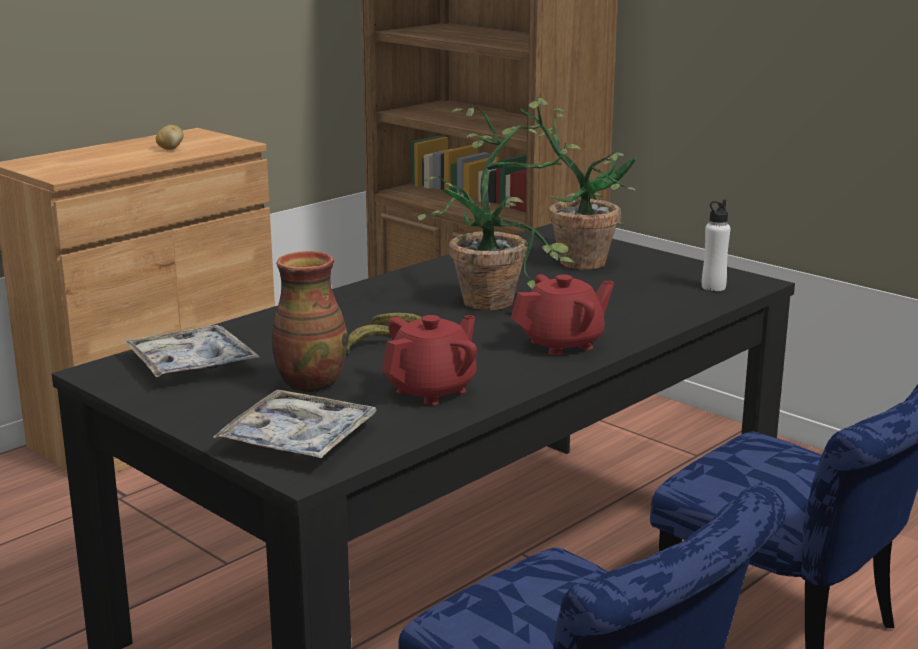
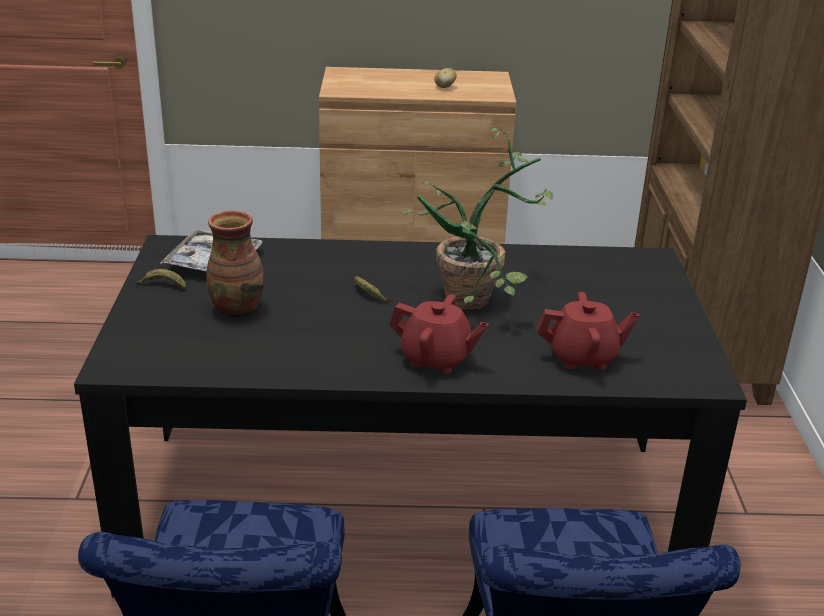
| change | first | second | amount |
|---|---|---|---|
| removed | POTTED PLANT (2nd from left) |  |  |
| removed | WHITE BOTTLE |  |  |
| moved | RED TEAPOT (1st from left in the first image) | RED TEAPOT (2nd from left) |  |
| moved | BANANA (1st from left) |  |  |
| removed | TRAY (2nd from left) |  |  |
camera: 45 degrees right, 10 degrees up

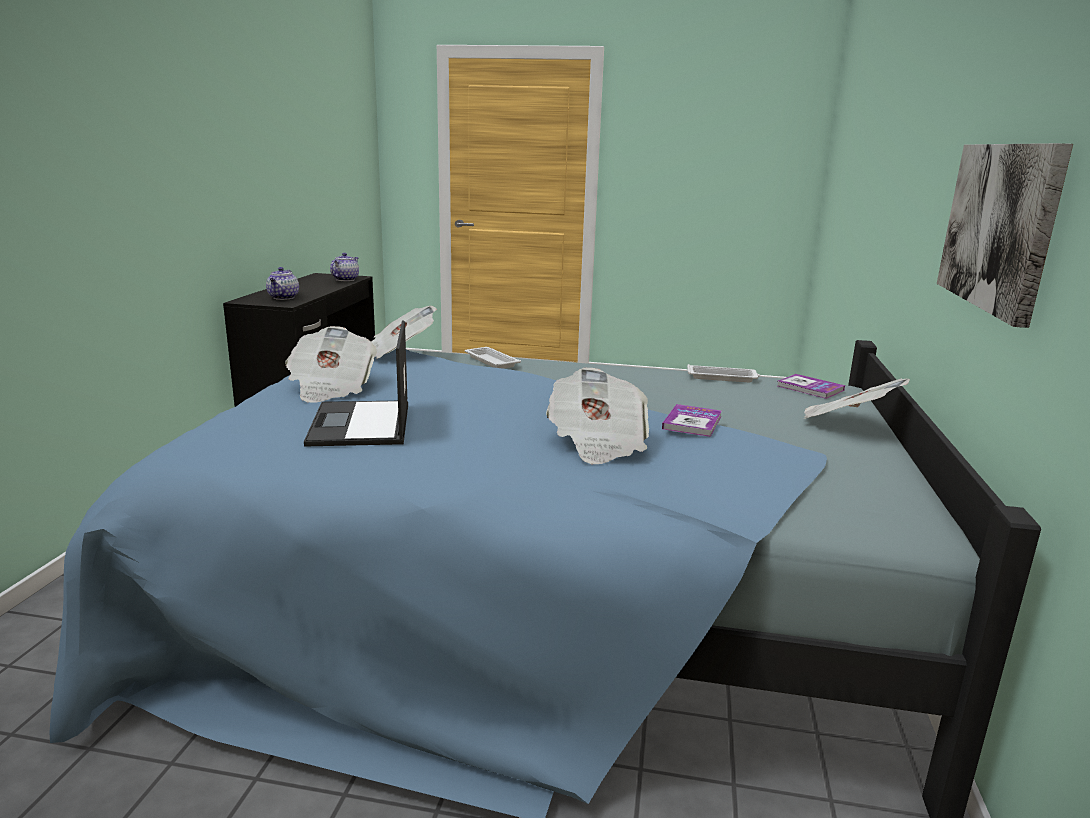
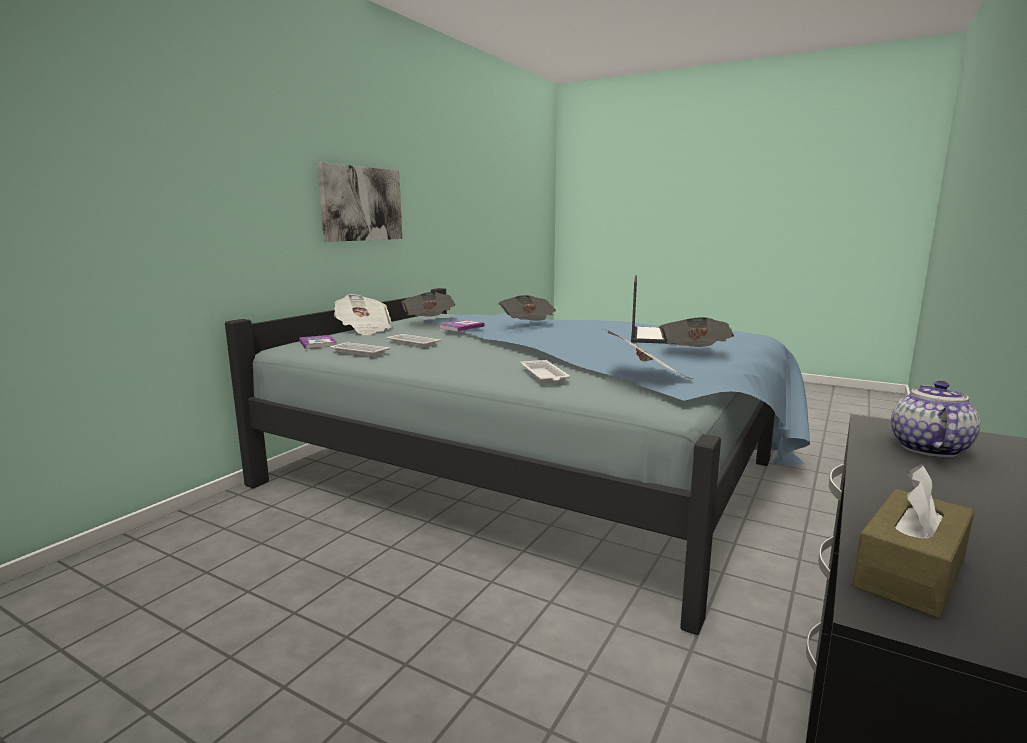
| change | first | second | amount |
|---|---|---|---|
| replaced | TEAPOT (2nd from left) | BROWN TISSUE BOX |  |
| added |  | NEWSPAPER (2nd from left) |  |
| added |  | WHITE TRAY (2nd from left) |  |
camera: 160 degrees left, 5 degrees down

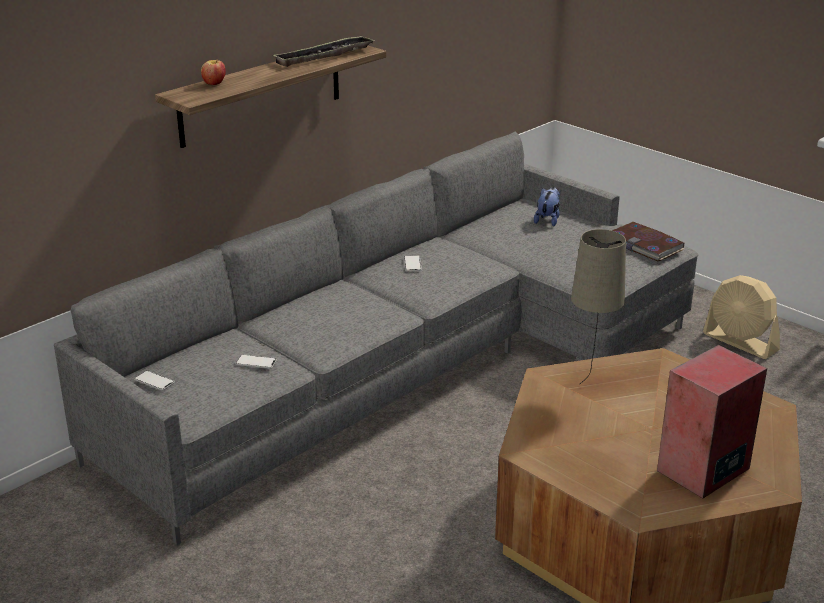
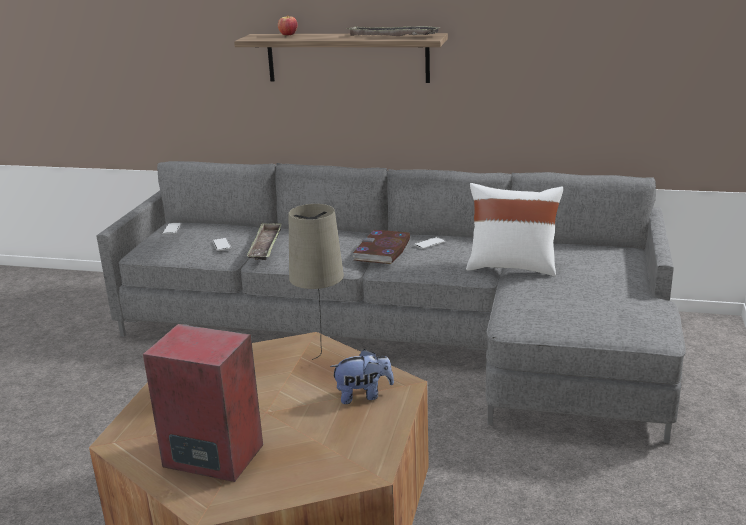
| change | first | second | amount |
|---|---|---|---|
| moved | PLUSH TOY |  |  |
| moved | BOOK |  |  |
| removed | BEIGE FAN |  |  |
| added |  | WHITE PILLOW |  |
| added |  | TRAY (1st from left) |  |
camera: 60 degrees right, 5 degrees down

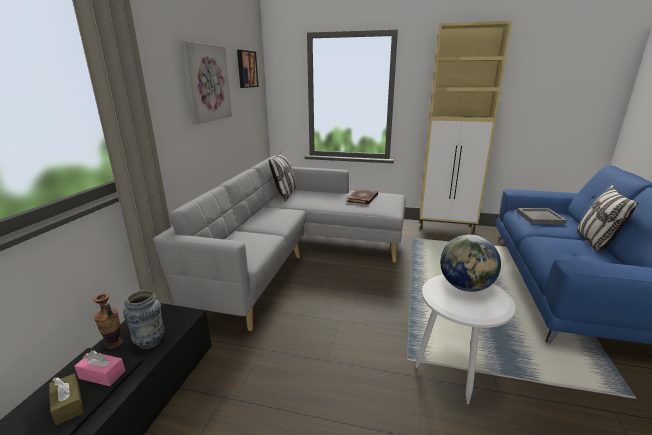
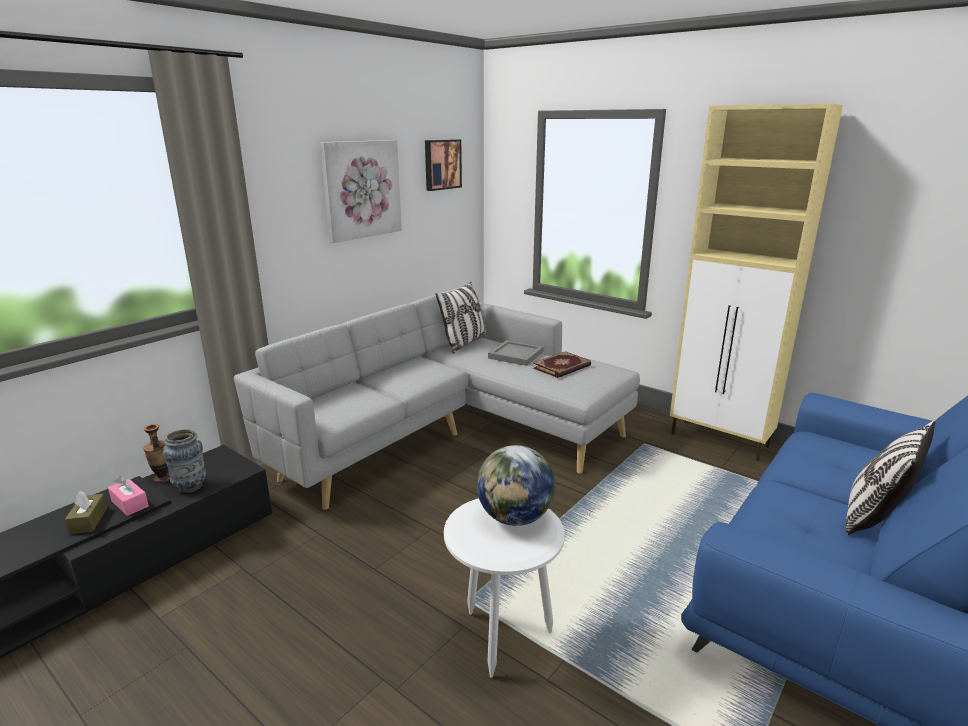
| change | first | second | amount |
|---|---|---|---|
| moved | GREY TRAY |  |  |
camera: 25 degrees right, 0 degrees up

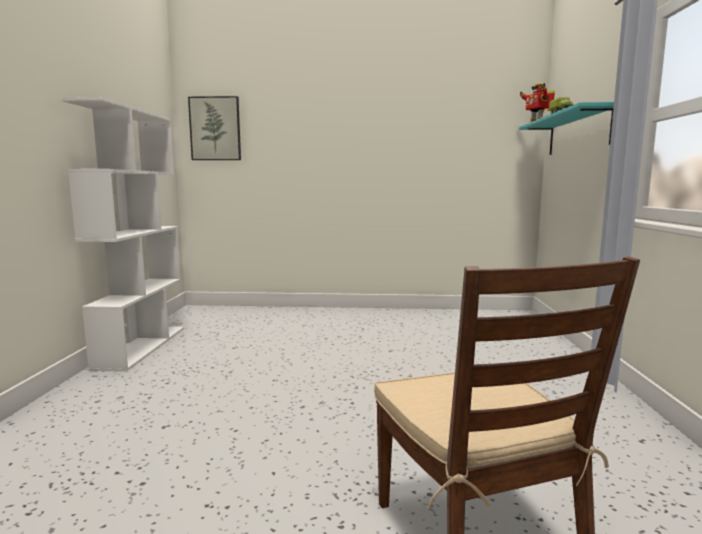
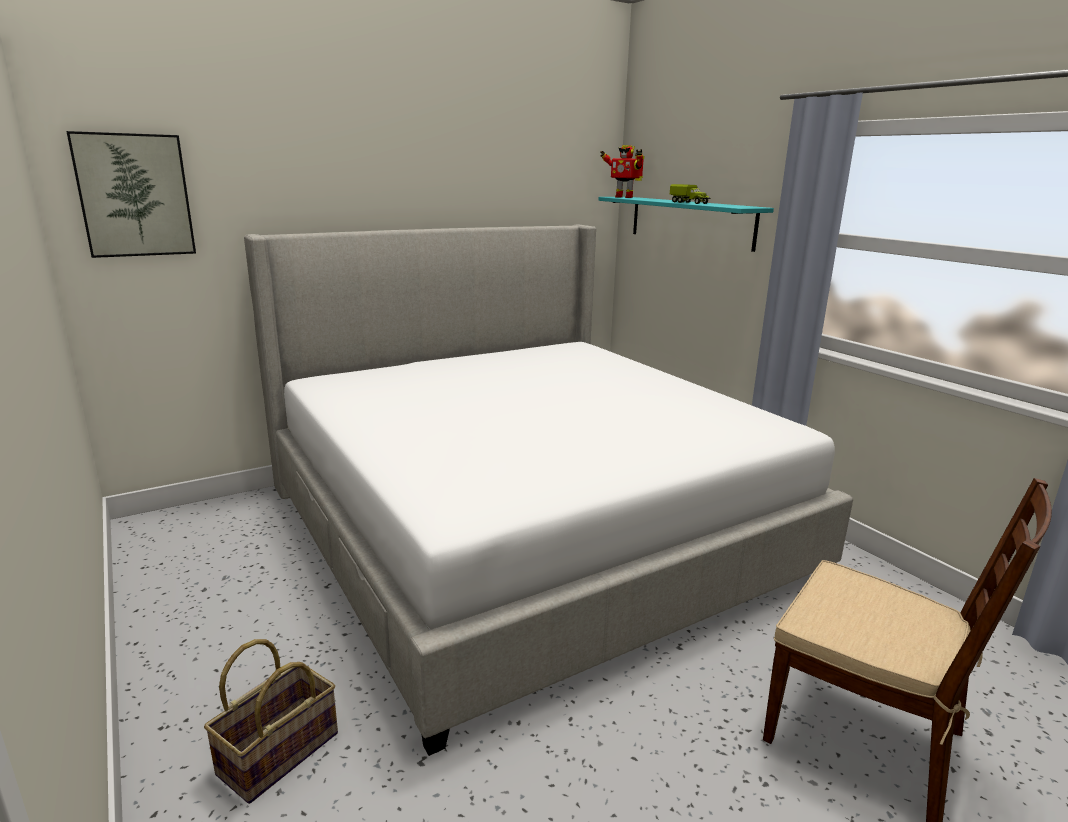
| change | first | second | amount |
|---|---|---|---|
| removed | WHITE BOOKCASE |  |  |
| added |  | BED |  |
| added |  | BASKET |  |
camera: 35 degrees left, 10 degrees up

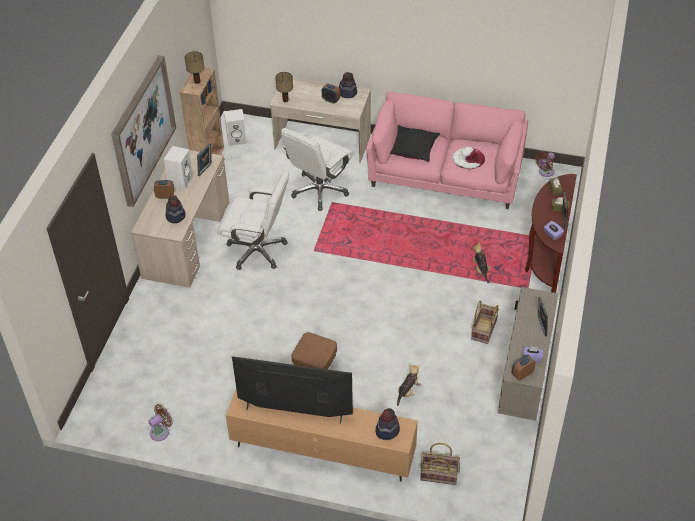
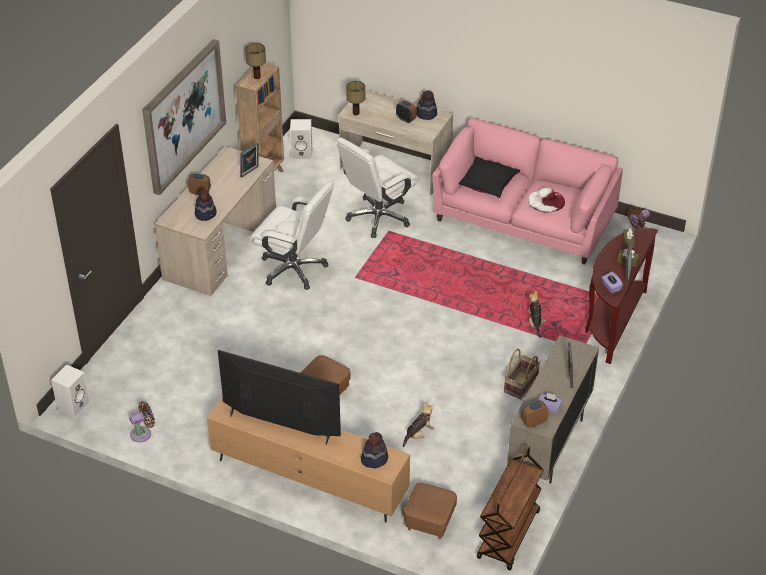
| change | first | second | amount |
|---|---|---|---|
| moved | WHITE SPEAKER (1st from left) |  |  |
| replaced | BASKET (1st from left) | BROWN OTTOMAN (2nd from left) |  |
| added |  | BROWN CART |  |
camera: 10 degrees right, 5 degrees down

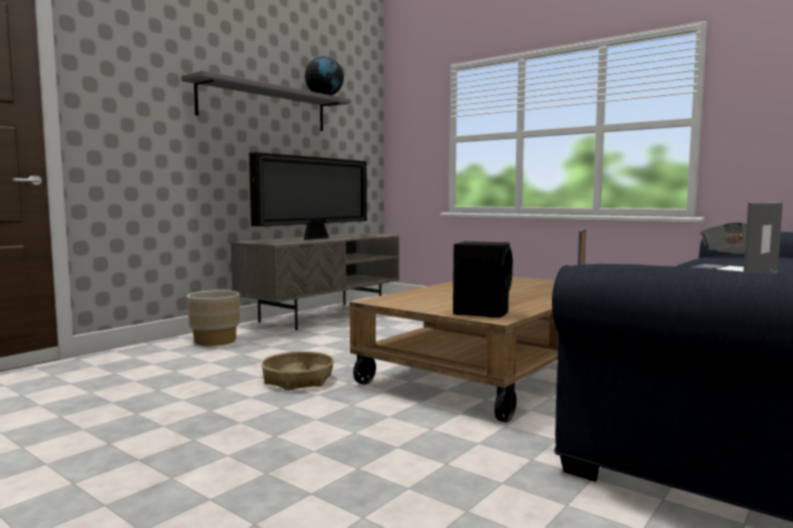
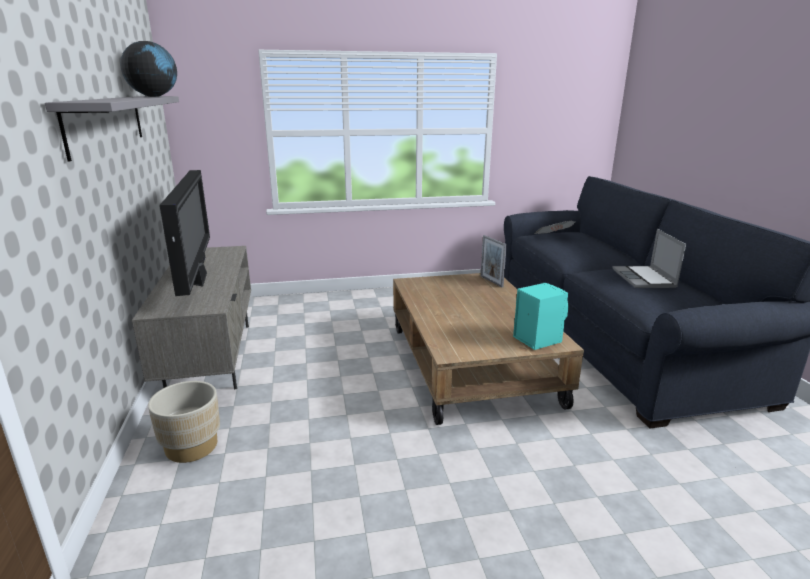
| change | first | second | amount |
|---|---|---|---|
| recoloured | BLACK SPEAKER | TURQUOISE SPEAKER |  |
| removed | BASKET |  |  |
camera: 50 degrees left, 15 degrees up

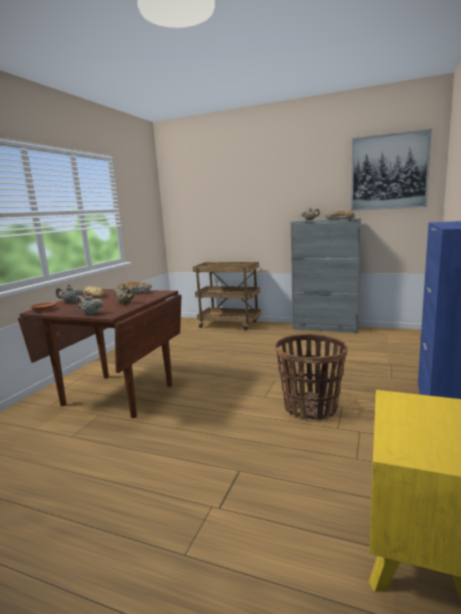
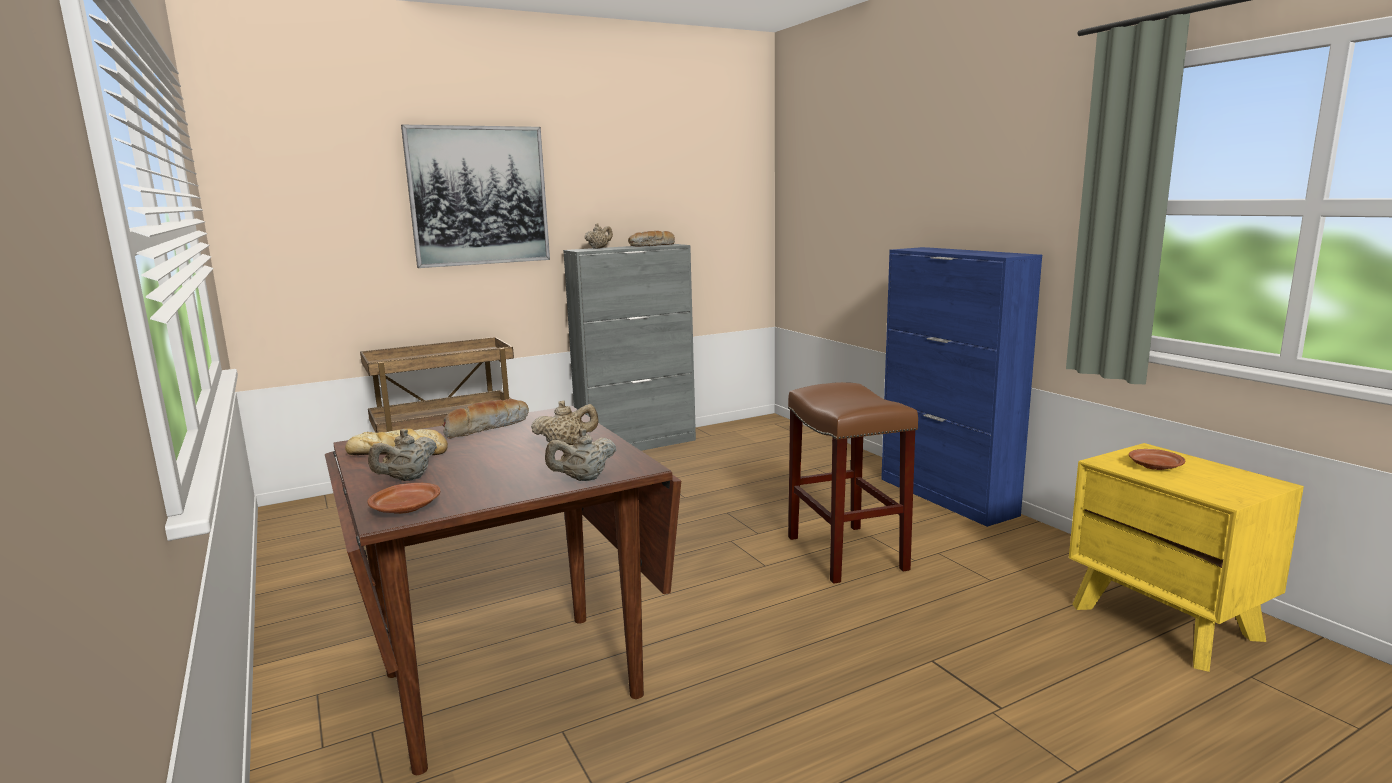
| change | first | second | amount |
|---|---|---|---|
| moved | PICTURE |  |  |
| replaced | BASKET | BROWN STOOL |  |
| added |  | BROWN PLATE (2nd from left) |  |
camera: 50 degrees left, 0 degrees up

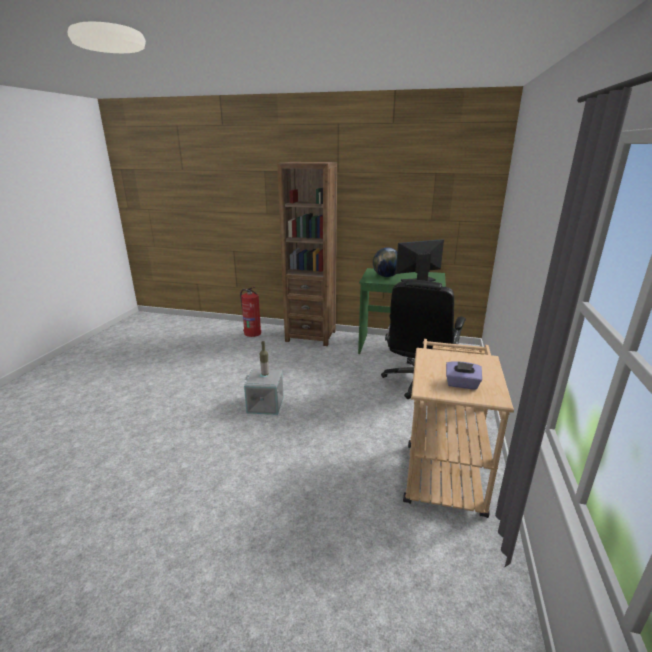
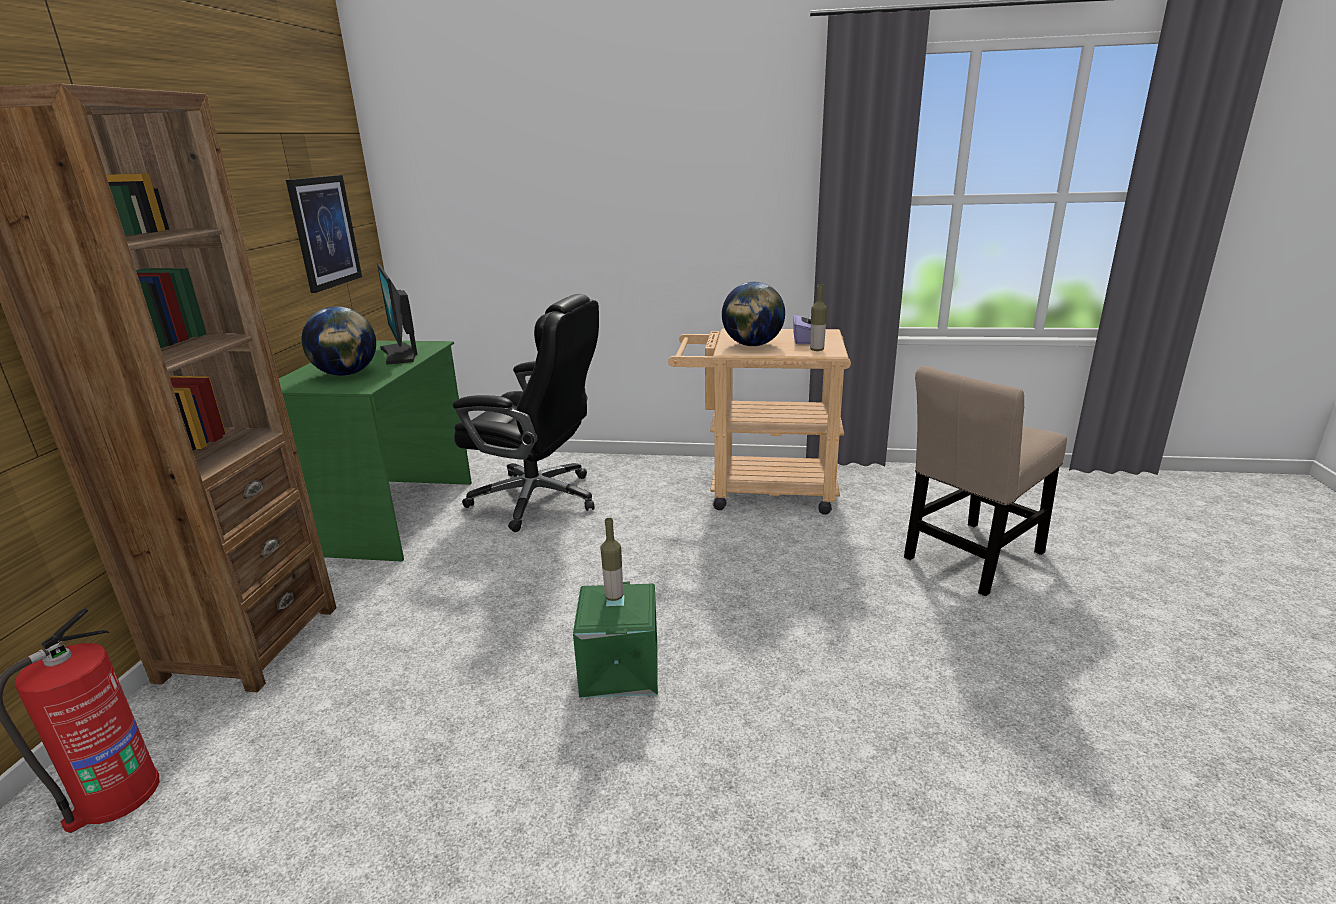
| change | first | second | amount |
|---|---|---|---|
| recoloured | GREY STORAGE BOX | GREEN STORAGE BOX |  |
| added |  | PICTURE |  |
| added |  | GLOBE (2nd from left) |  |
| added |  | BOTTLE (2nd from left) |  |
| added |  | BEIGE CHAIR |  |
camera: 95 degrees left, 0 degrees up

